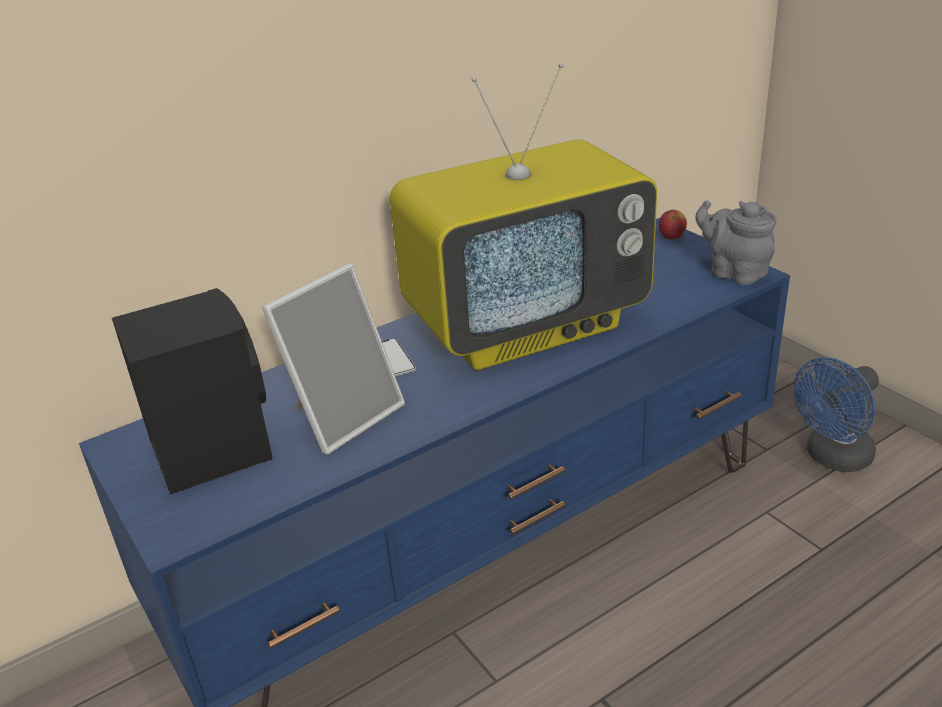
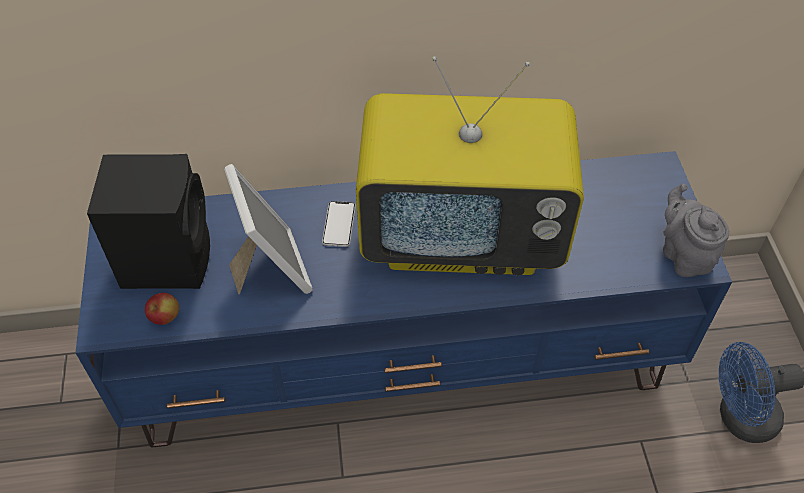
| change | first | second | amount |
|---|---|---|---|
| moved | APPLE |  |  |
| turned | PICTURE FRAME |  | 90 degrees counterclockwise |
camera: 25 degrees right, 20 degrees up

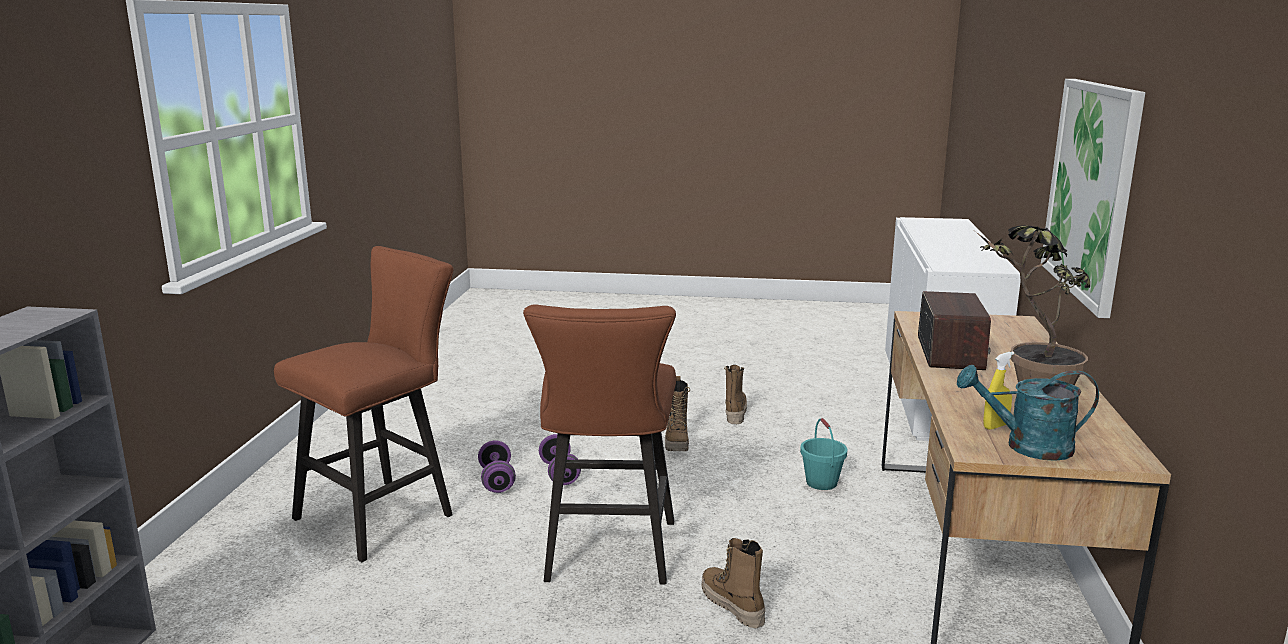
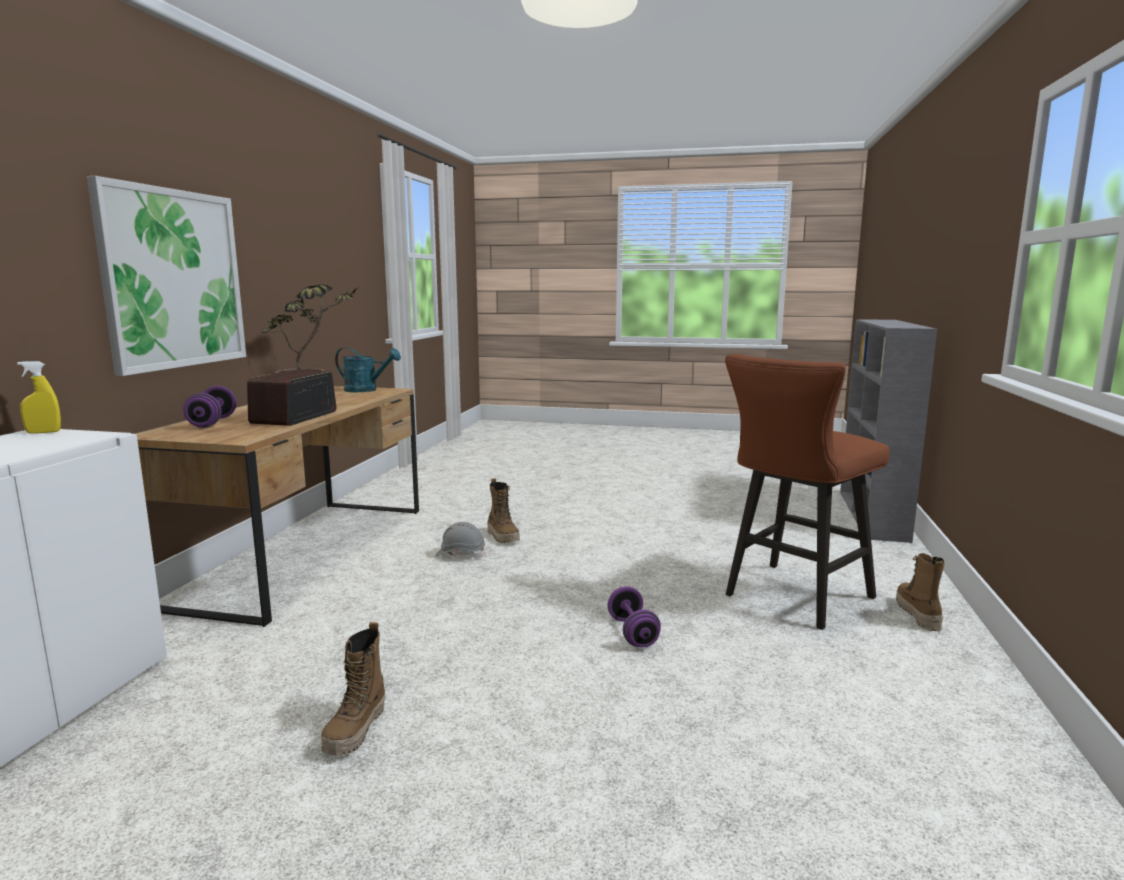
| change | first | second | amount |
|---|---|---|---|
| removed | BROWN STOOL (2nd from left) |  |  |
| moved | YELLOW SPRAY BOTTLE |  |  |
| moved | BOOT (1st from left in the first image) | BOOT (3rd from left) |  |
| removed | TURQUOISE BUCKET |  |  |
| moved | PURPLE DUMBBELL (1st from left) |  |  |
| added |  | GREY HARD HAT |  |
camera: 175 degrees left, 5 degrees down

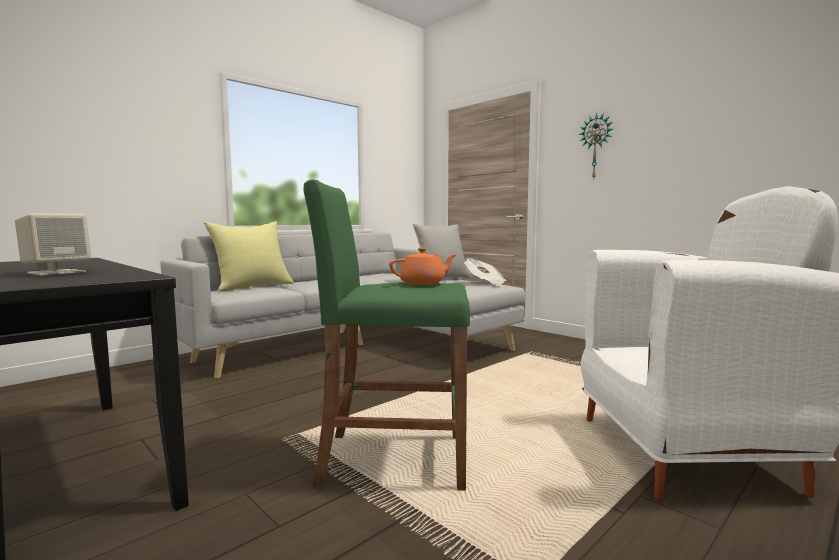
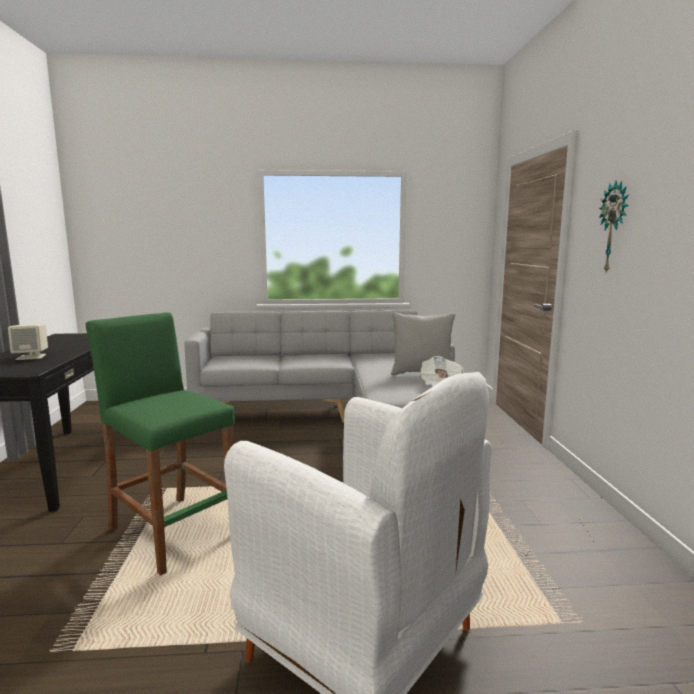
| change | first | second | amount |
|---|---|---|---|
| removed | YELLOW PILLOW |  |  |
| removed | ORANGE TEAPOT |  |  |
camera: 40 degrees right, 5 degrees up

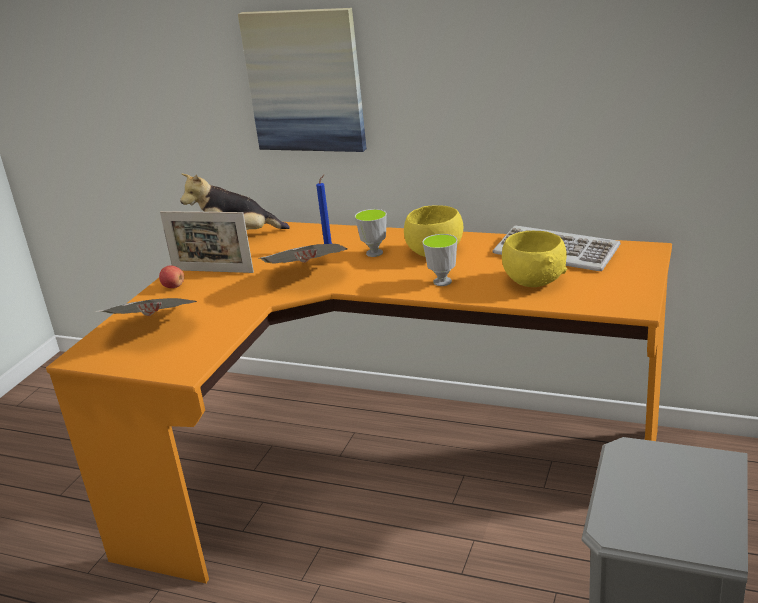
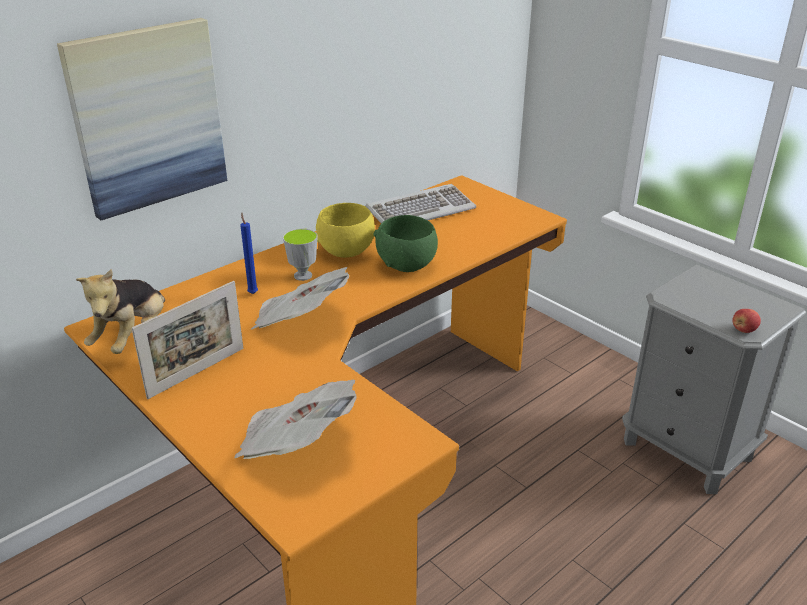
| change | first | second | amount |
|---|---|---|---|
| removed | YELLOW BOWL (2nd from left) |  |  |
| replaced | CUP (2nd from left) | GREEN BOWL |  |
| moved | APPLE |  |  |
camera: 65 degrees left, 5 degrees up

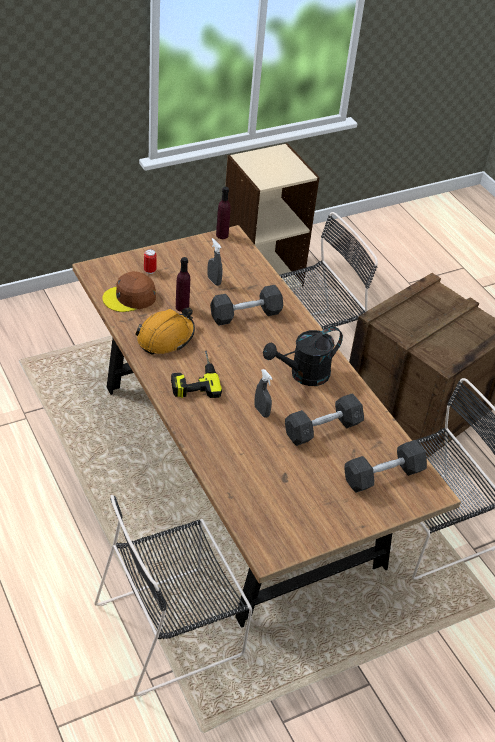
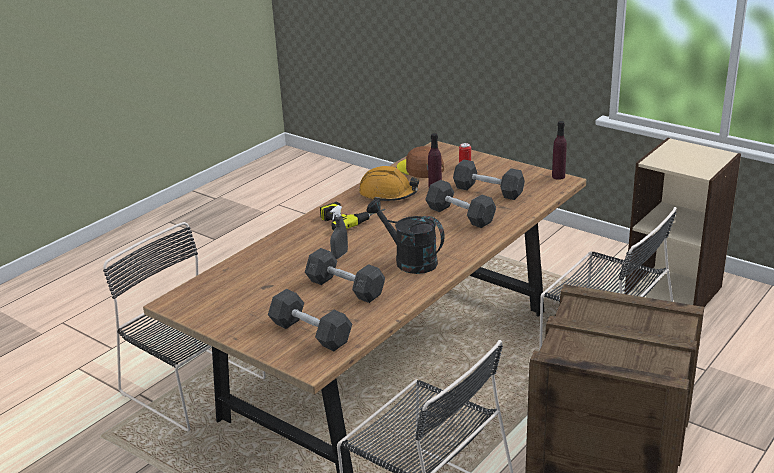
| change | first | second | amount |
|---|---|---|---|
| replaced | GREY SPRAY BOTTLE (1st from left) | GREY DUMBBELL (4th from left) |  |
camera: 70 degrees right, 15 degrees down

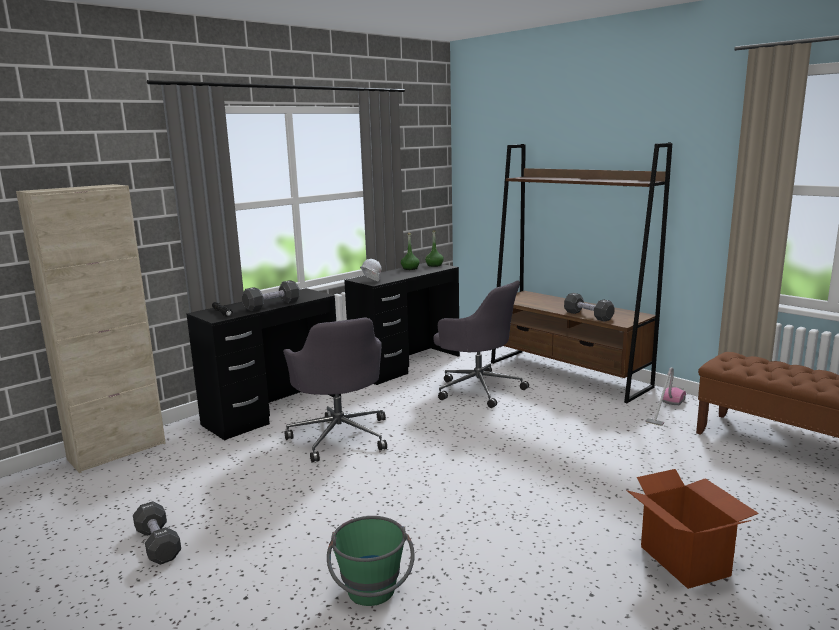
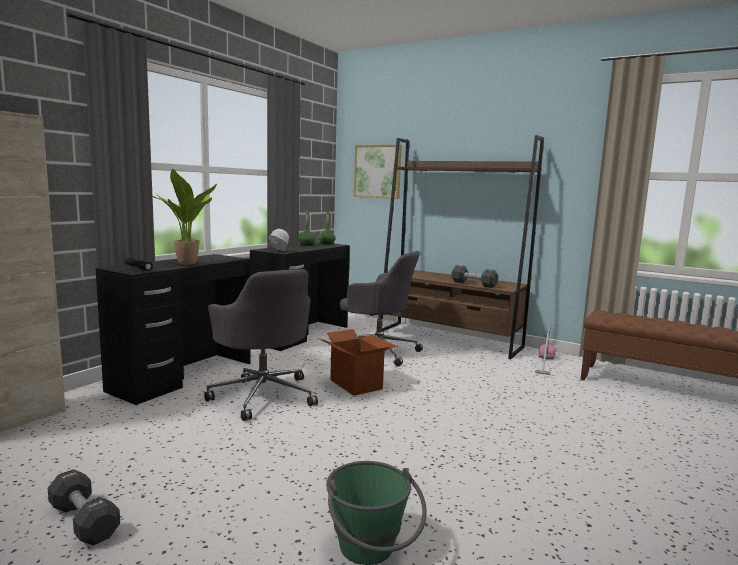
| change | first | second | amount |
|---|---|---|---|
| replaced | BLACK DUMBBELL (2nd from left) | POTTED PLANT |  |
| moved | CARDBOARD BOX |  |  |
| added |  | PICTURE |  |
camera: 15 degrees left, 5 degrees down

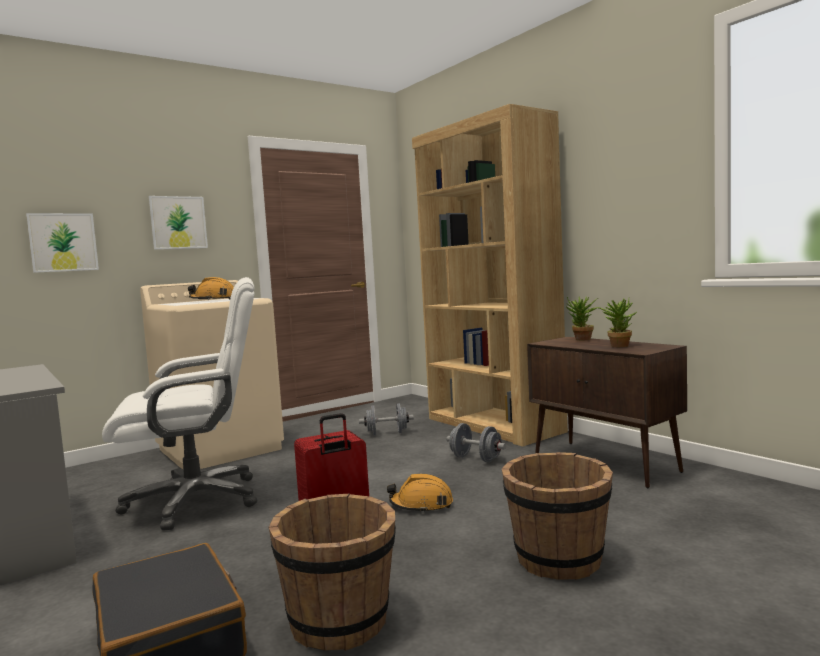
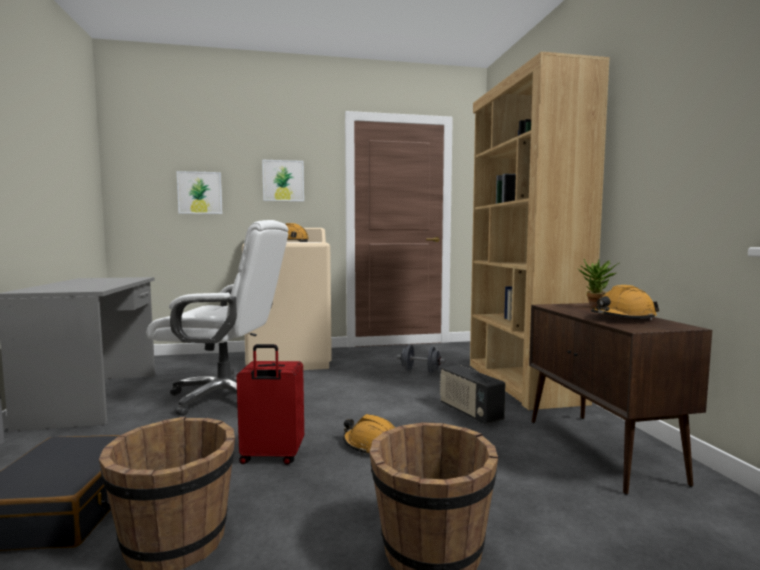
| change | first | second | amount |
|---|---|---|---|
| replaced | POTTED PLANT (2nd from left) | ORANGE HARD HAT (3rd from left) |  |
| replaced | GREY DUMBBELL (2nd from left) | RADIO |  |
camera: 25 degrees right, 0 degrees up

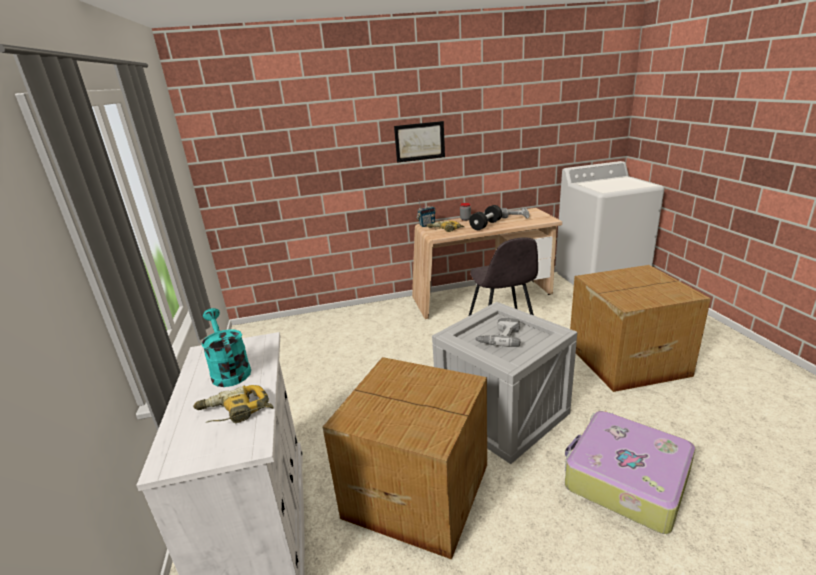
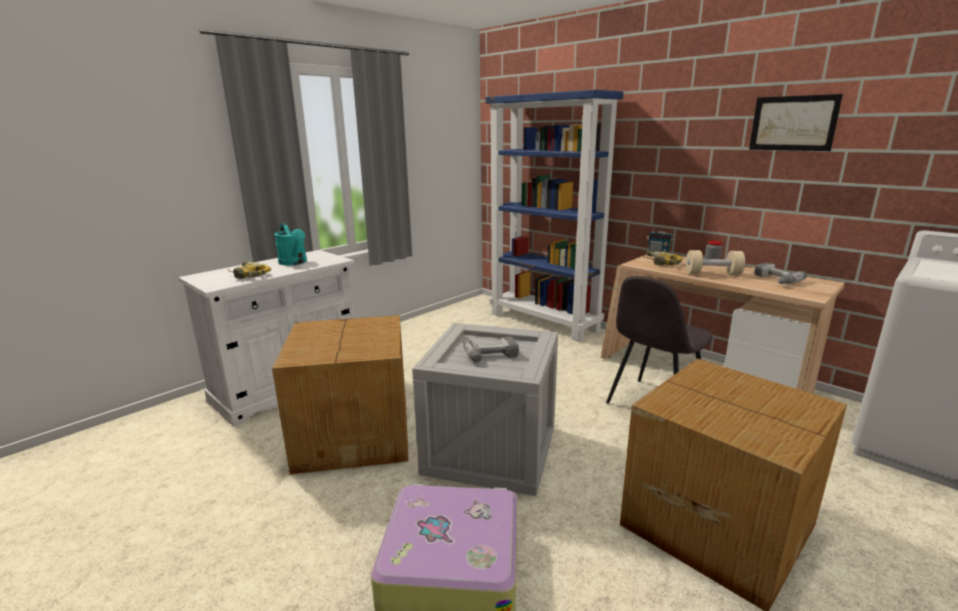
| change | first | second | amount |
|---|---|---|---|
| moved | PICTURE |  |  |
| recoloured | BLACK DUMBBELL | BEIGE DUMBBELL |  |
| turned | TURQUOISE WATERING CAN |  | 120 degrees clockwise |
| added |  | BLUE BOOKCASE |  |
camera: 55 degrees right, 5 degrees down

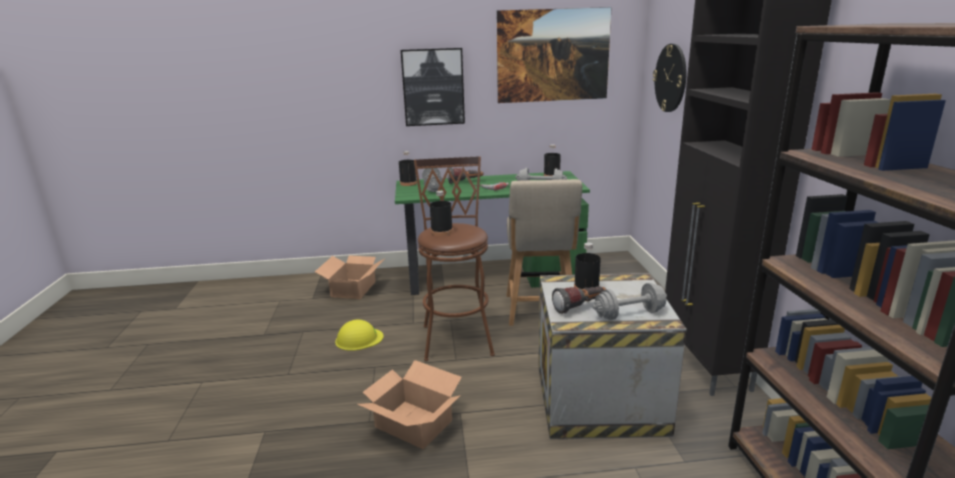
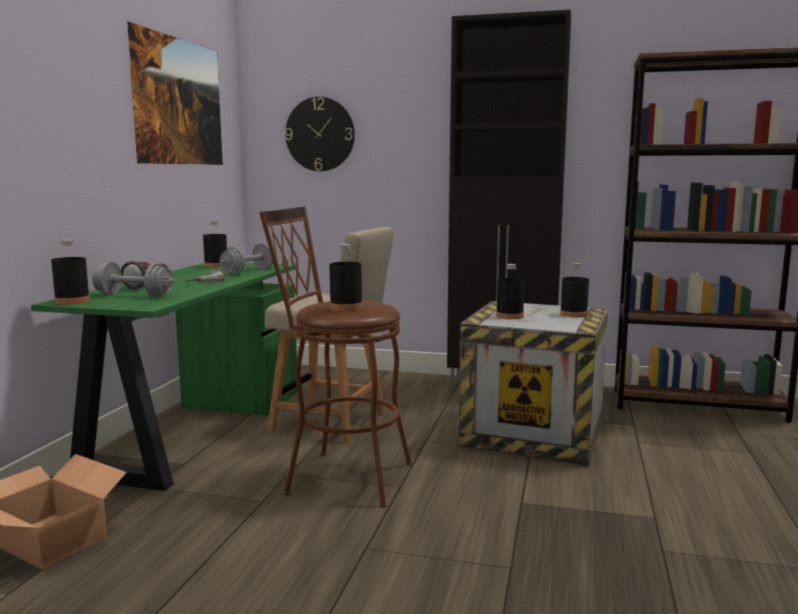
| change | first | second | amount |
|---|---|---|---|
| removed | PICTURE (1st from left) |  |  |
| replaced | GREY DUMBBELL (3rd from left) | BLACK BOTTLE (5th from left) |  |
| removed | FLASHLIGHT (2nd from left) |  |  |
| removed | YELLOW HARD HAT |  |  |
| removed | CARDBOARD BOX (2nd from left) |  |  |
camera: 70 degrees left, 10 degrees down

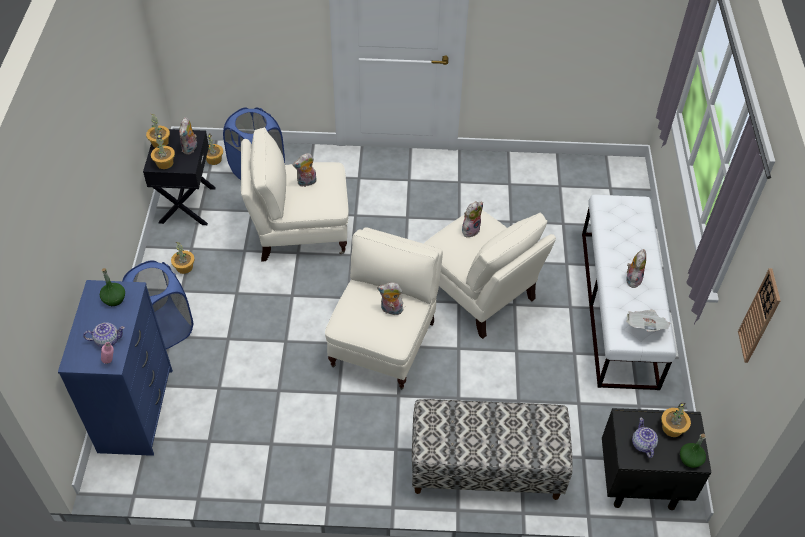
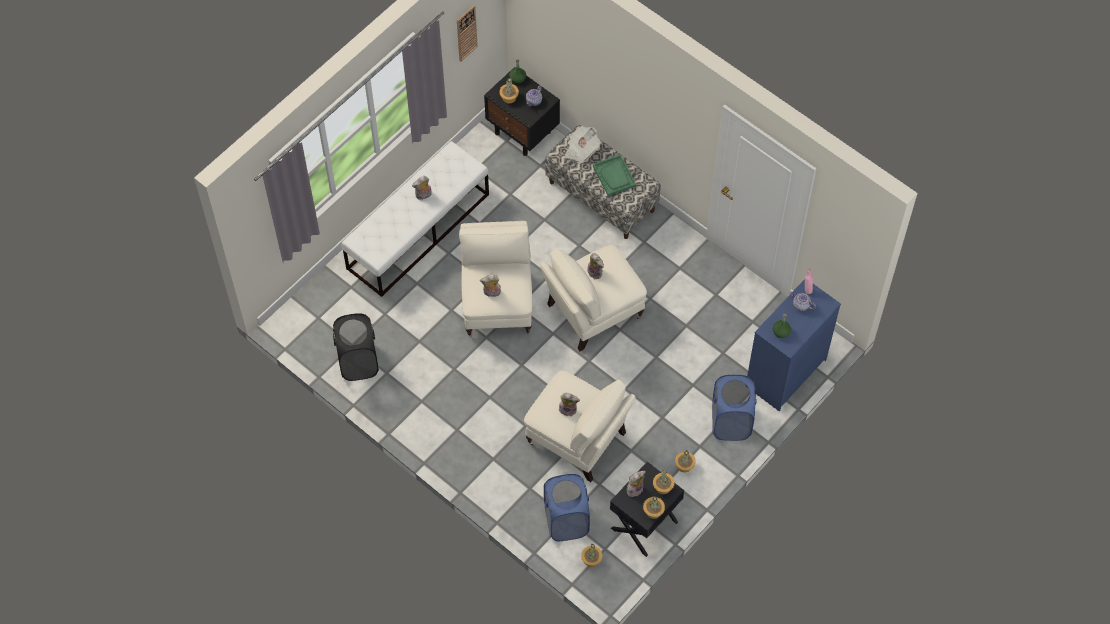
| change | first | second | amount |
|---|---|---|---|
| moved | NEWSPAPER |  |  |
| added |  | GREEN TRAY |  |
| added |  | BLACK LAUNDRY BASKET |  |
camera: 140 degrees left, 10 degrees up

